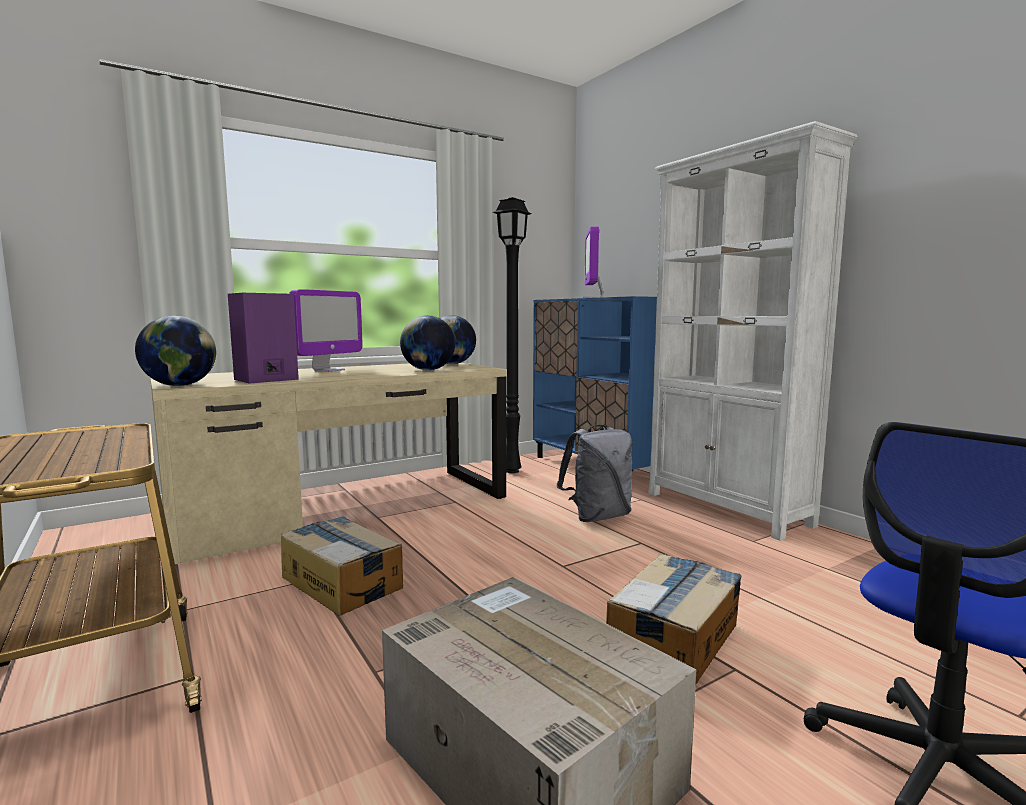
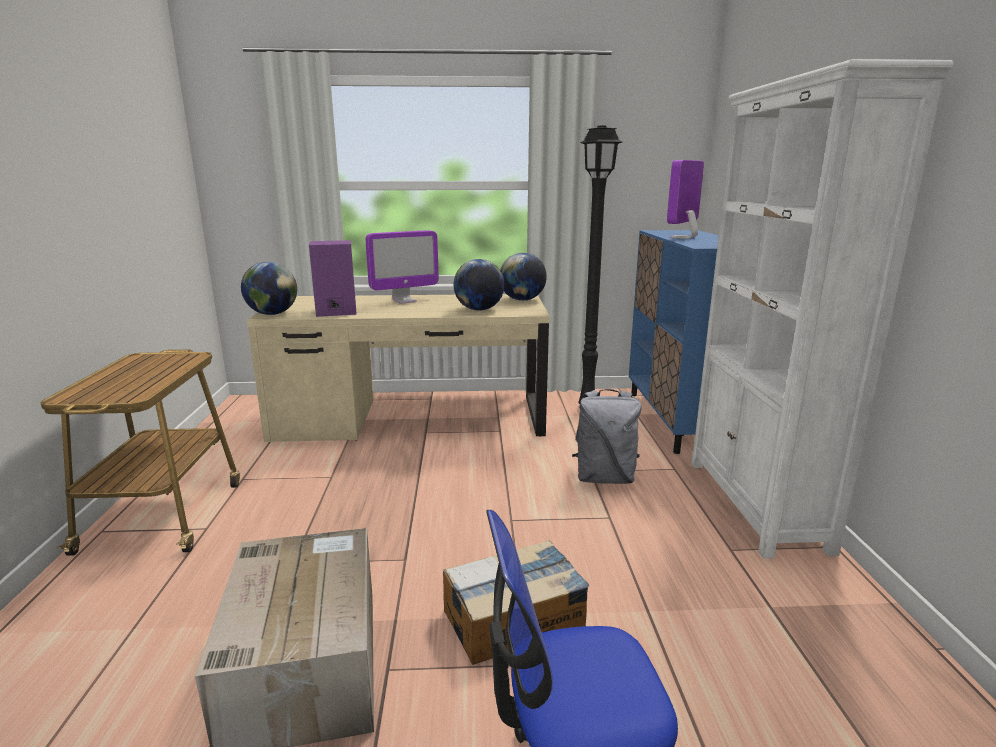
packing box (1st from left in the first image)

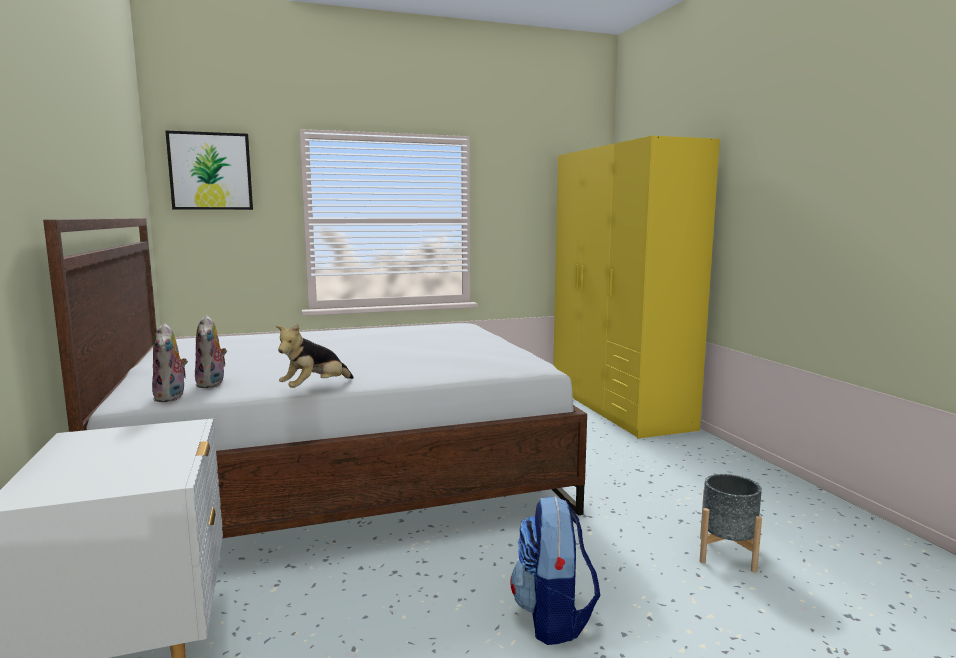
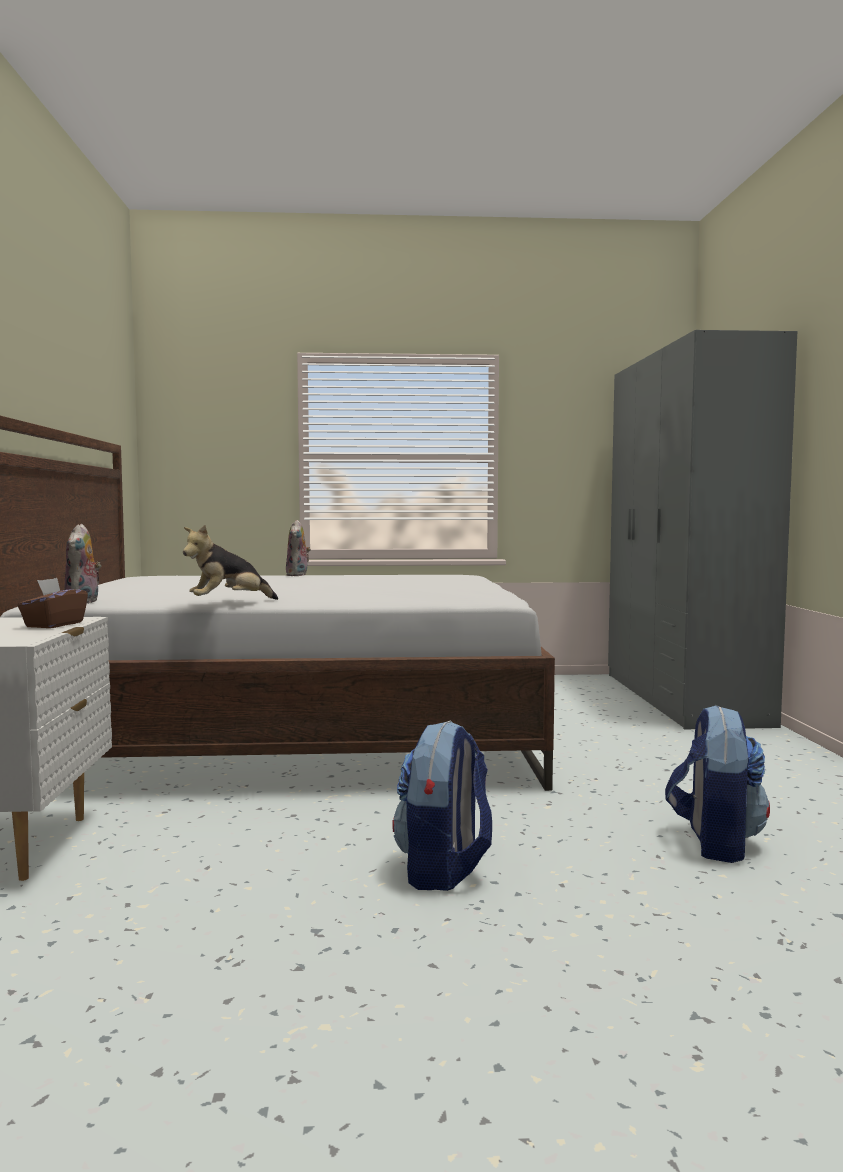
wall picture; clothes cupboard/greyish; soft toy (3rd from left); backpack (2nd from left); box of tissues/brown

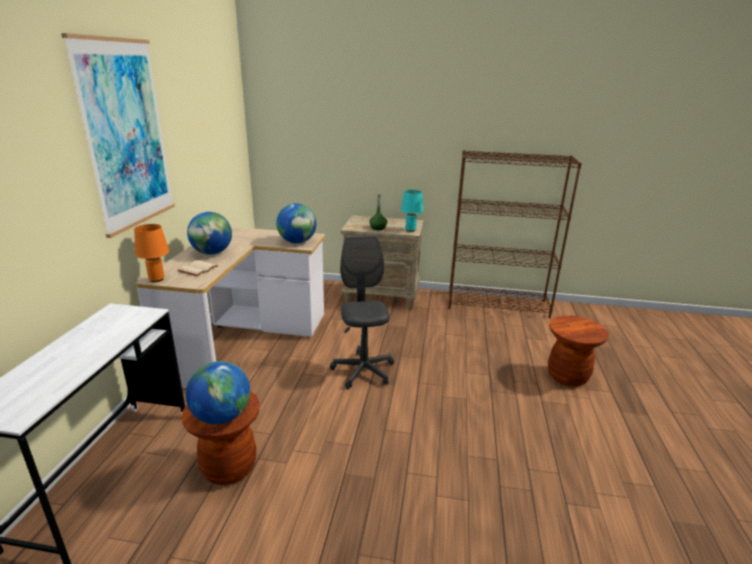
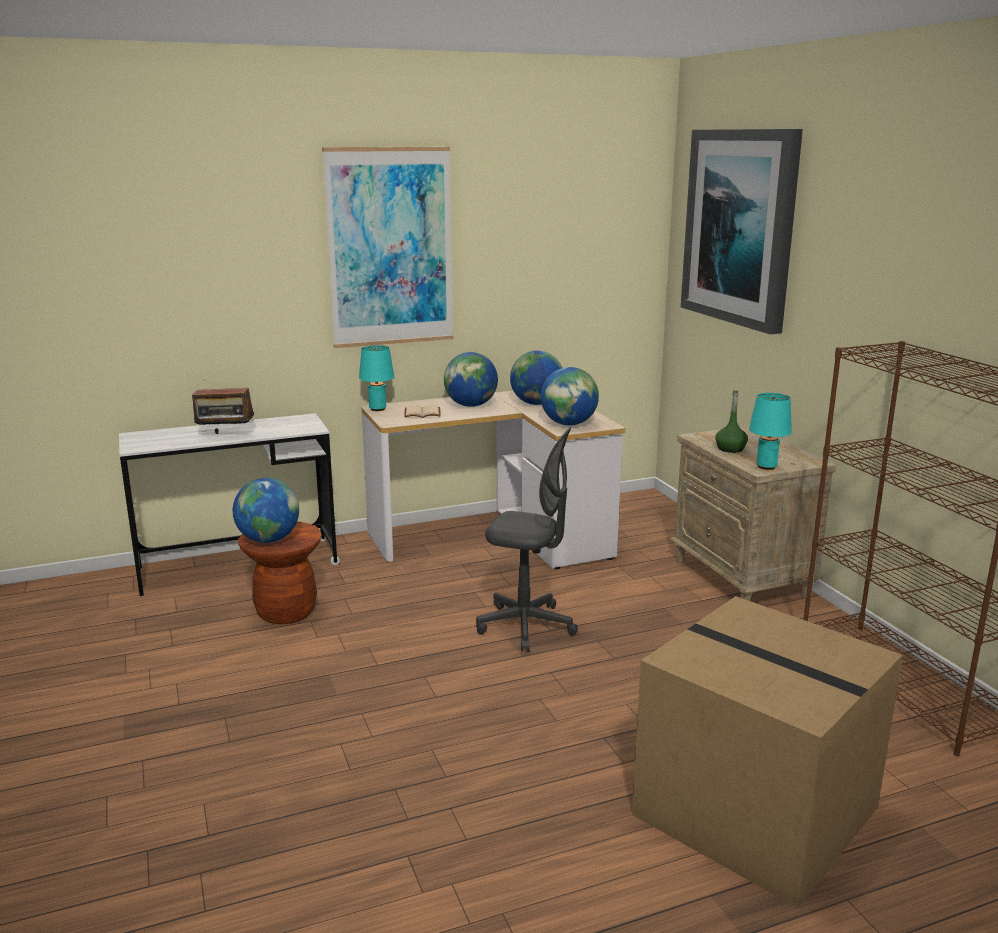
lamp for a table/blue-green (1st from left); computer chair/greyish; packing box; wall picture (2nd from left); desk globe (3rd from left); radio receiver

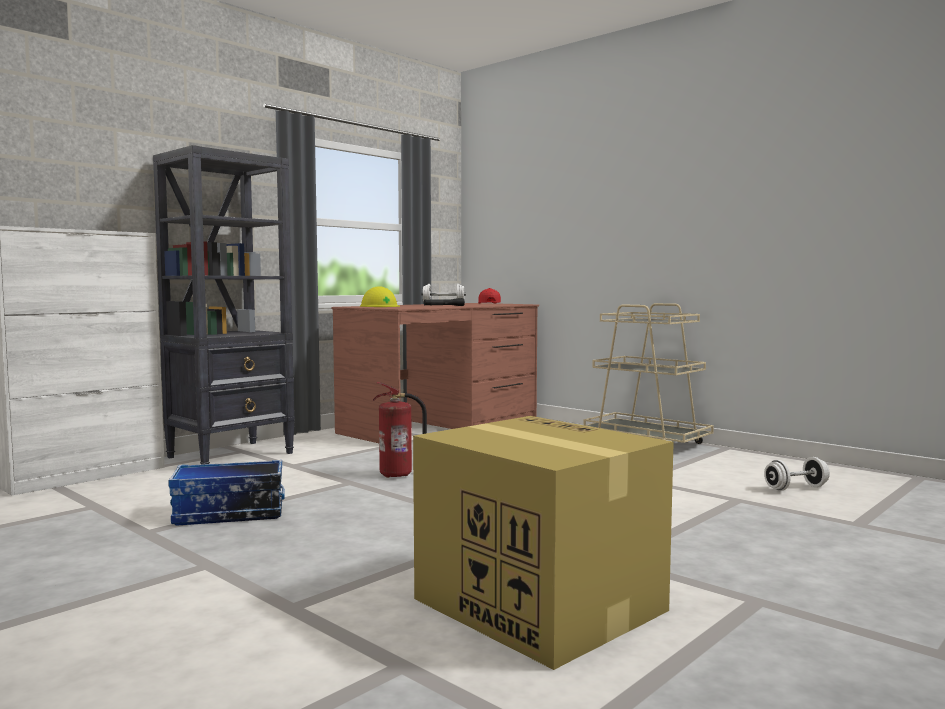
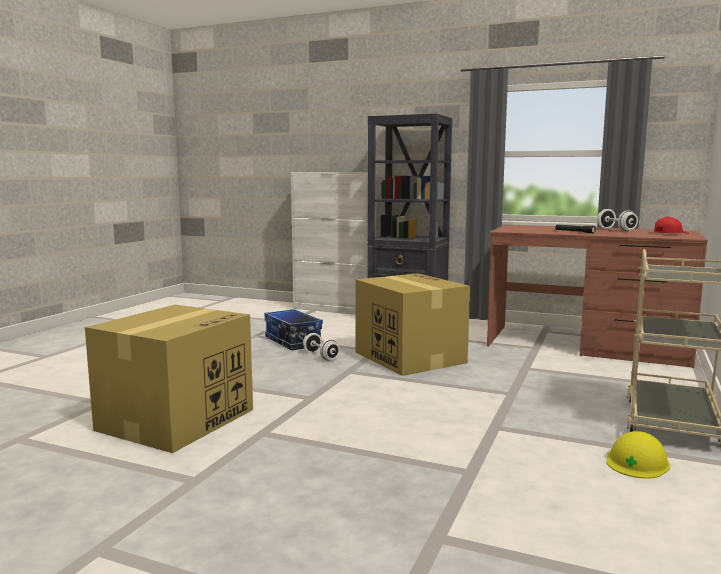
work helmet/yellow-coloured; packing box (2nd from left); dumbbell/white (1st from left)

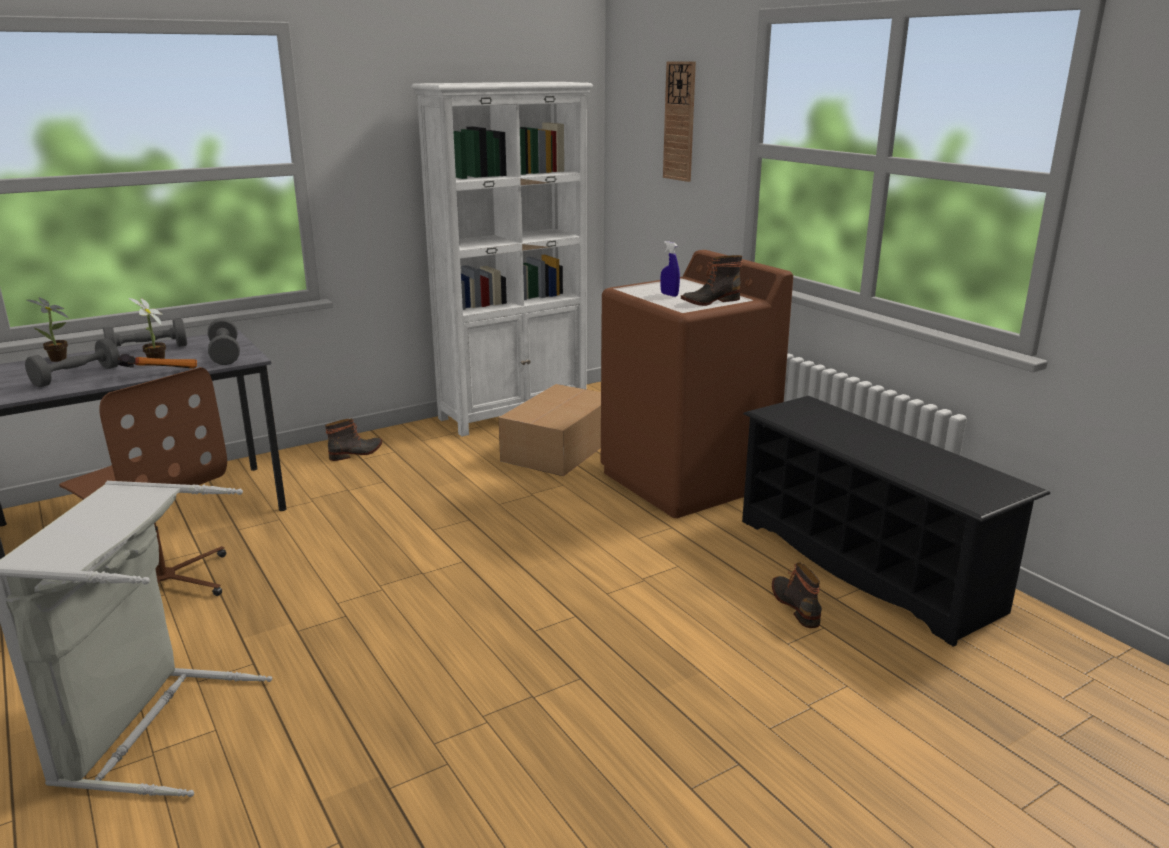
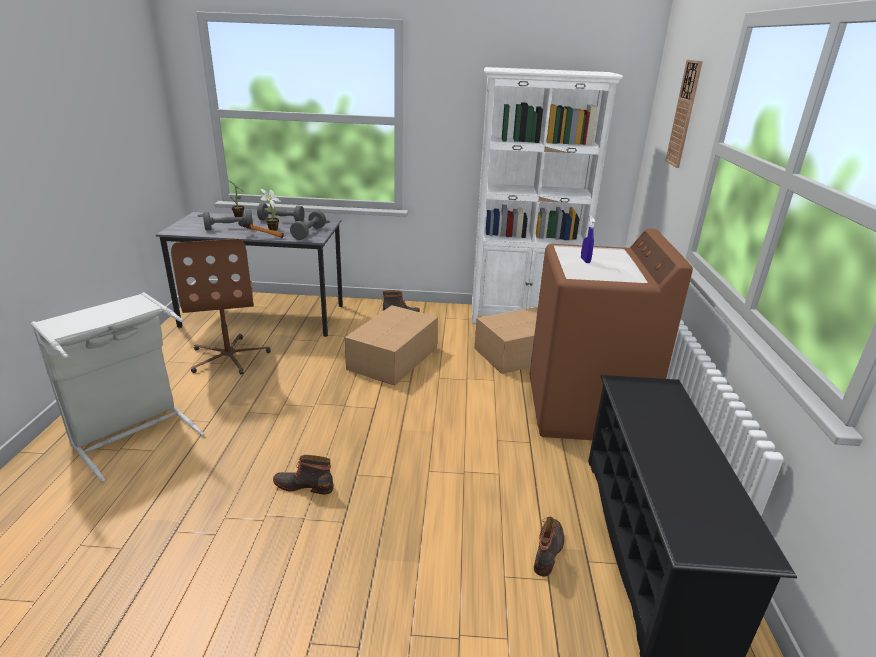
tall boot (1st from left); packing box (1st from left)

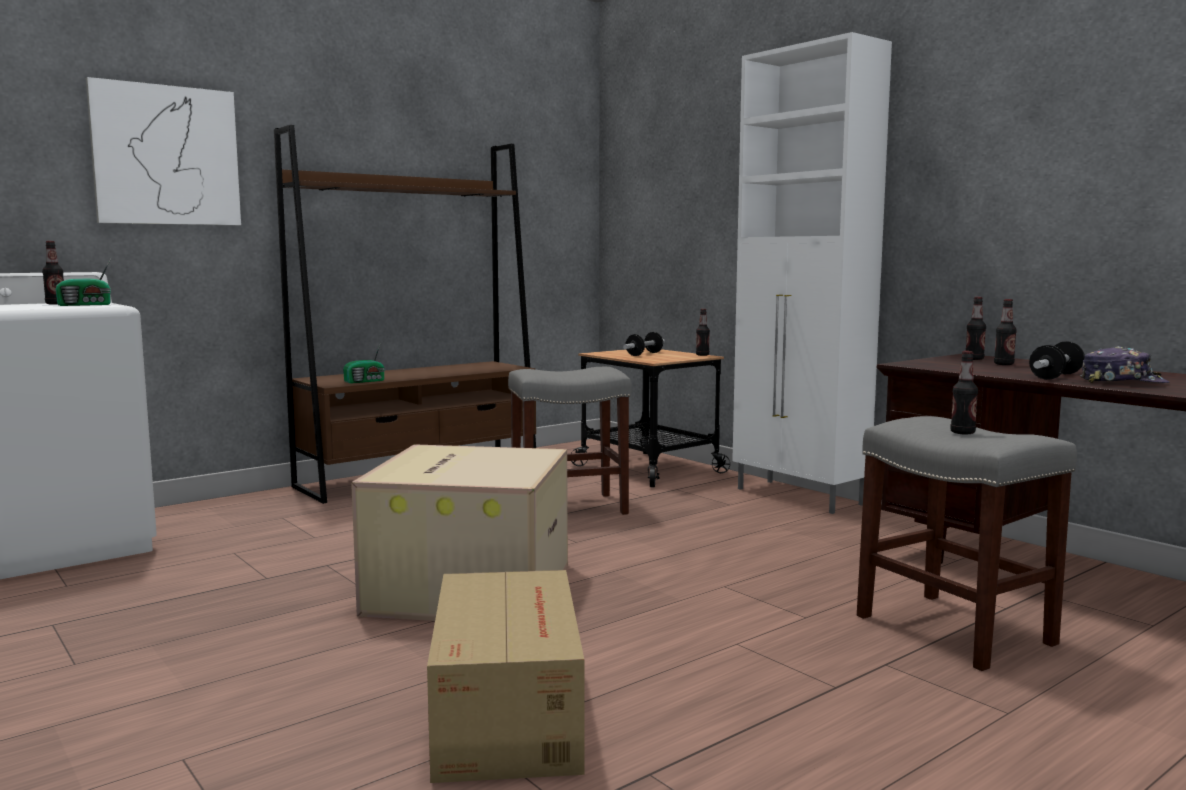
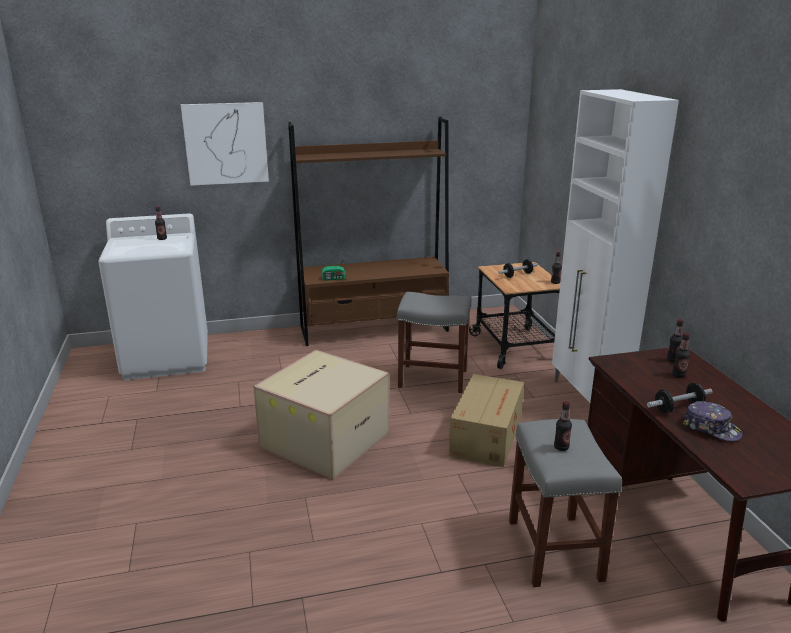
radio receiver (1st from left in the first image); packing box (2nd from left)

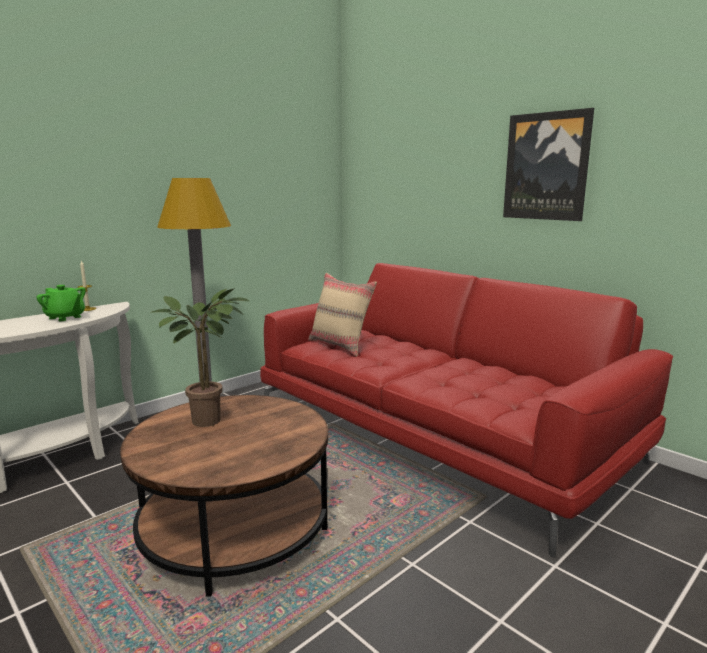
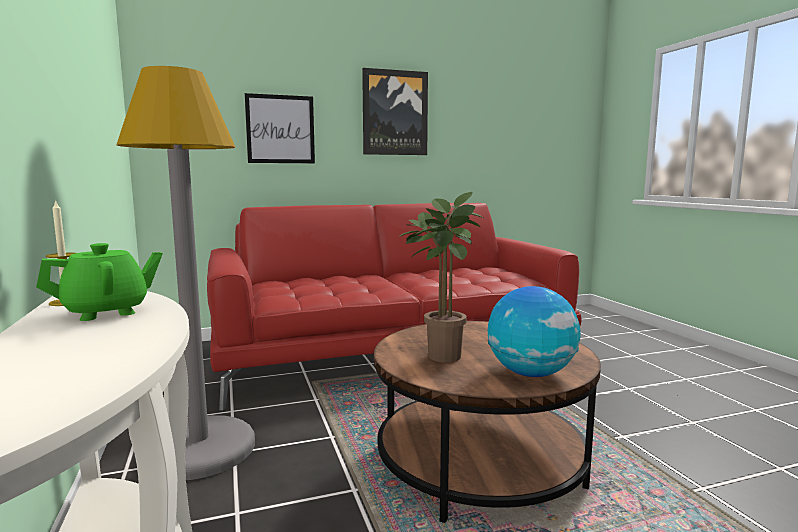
throw pillow/beige; wall picture (1st from left); desk globe

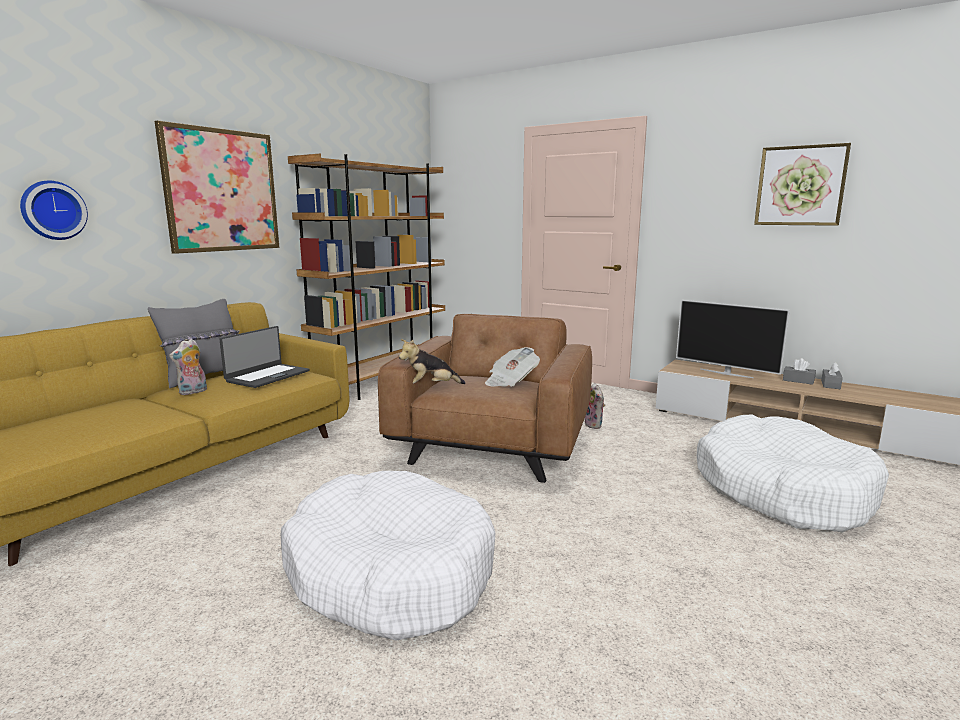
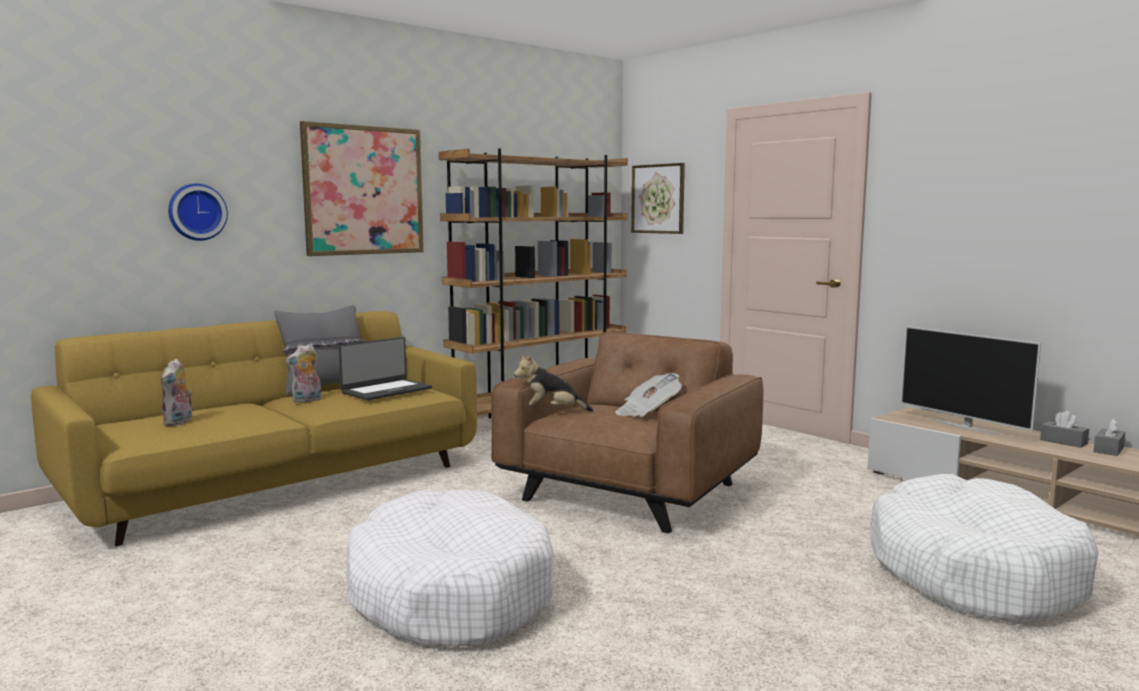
wall picture (2nd from left); soft toy (1st from left)

